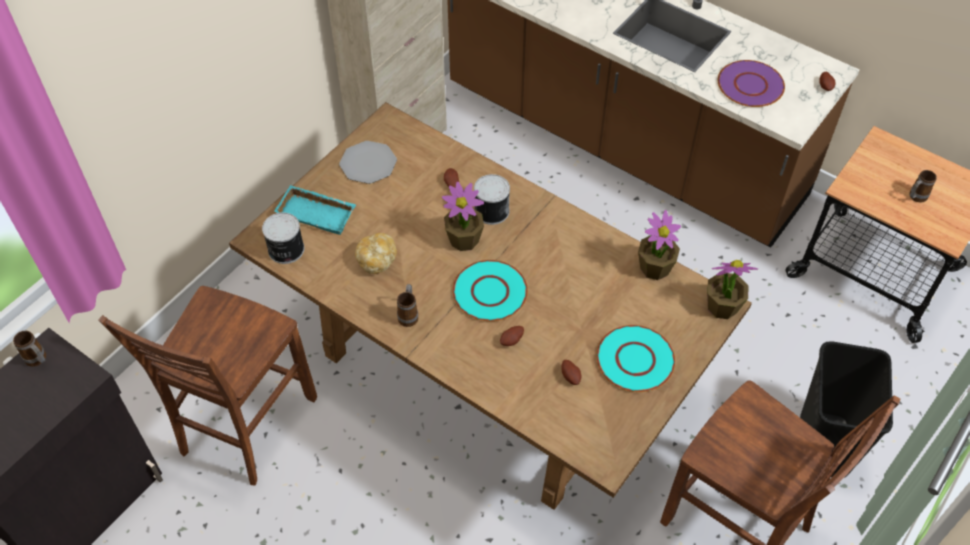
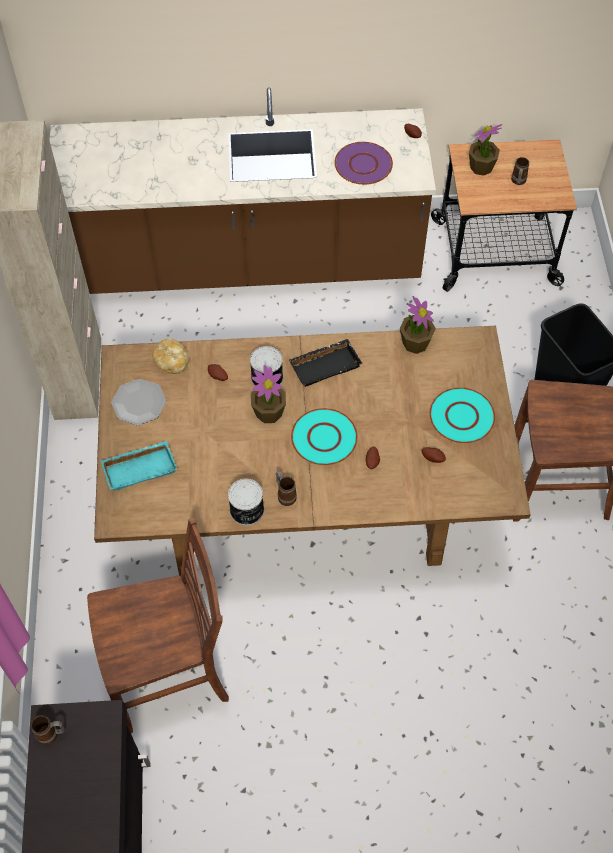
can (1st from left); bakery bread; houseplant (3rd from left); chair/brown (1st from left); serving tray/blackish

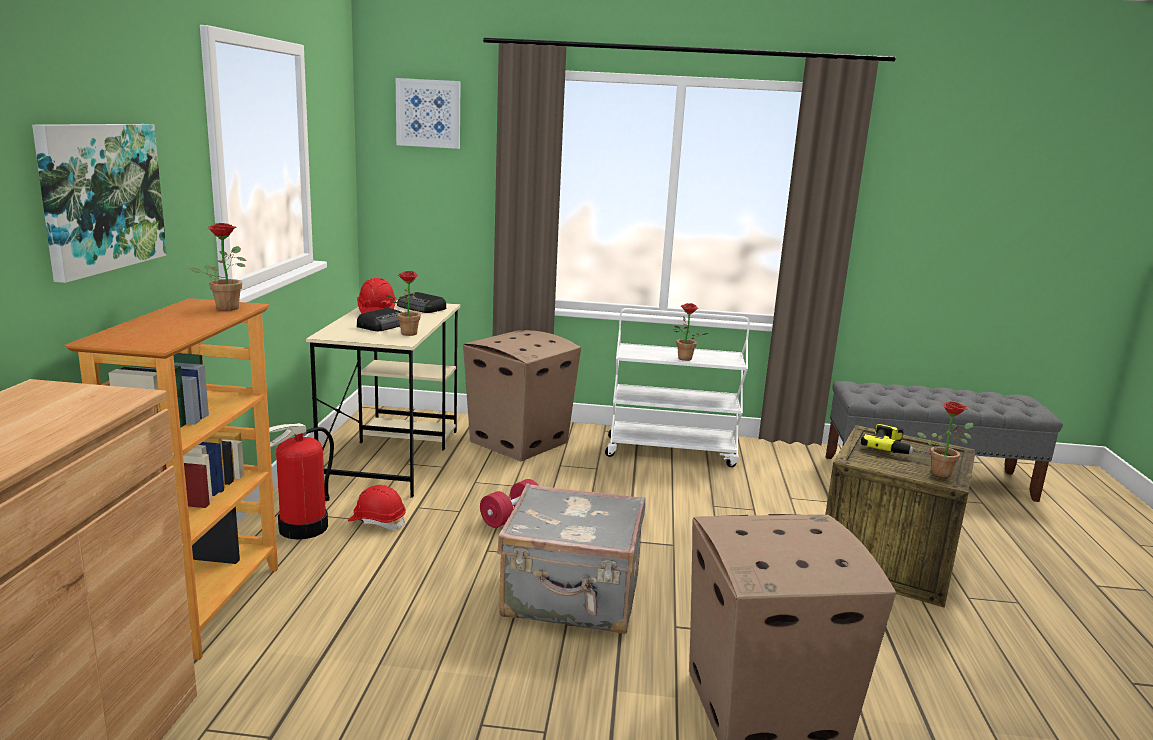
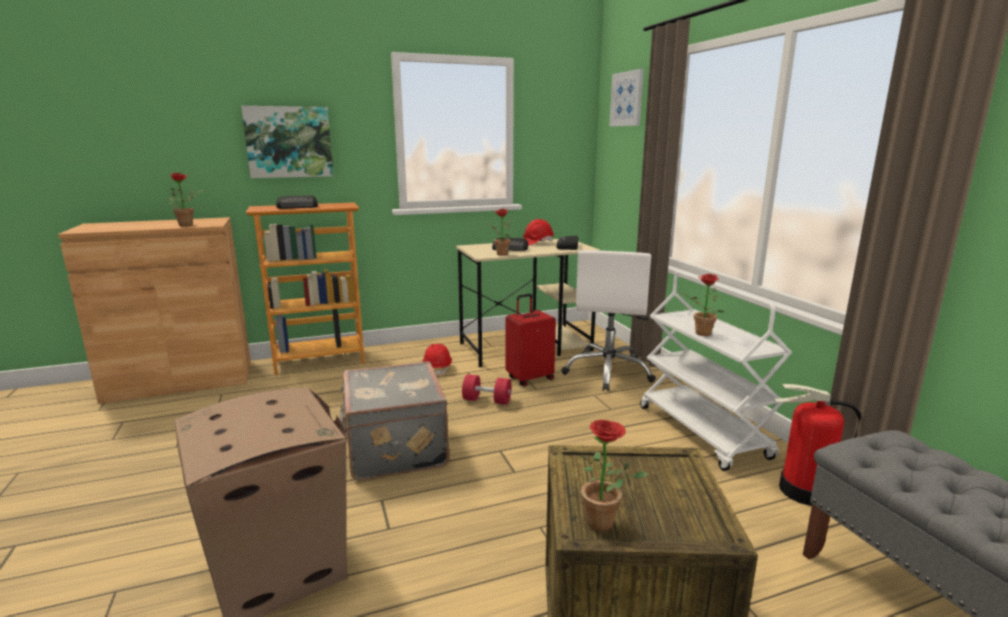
houseplant (1st from left); computer chair/white; fire extinguisher; electric drill; radio receiver (1st from left); travel case/red-coloured

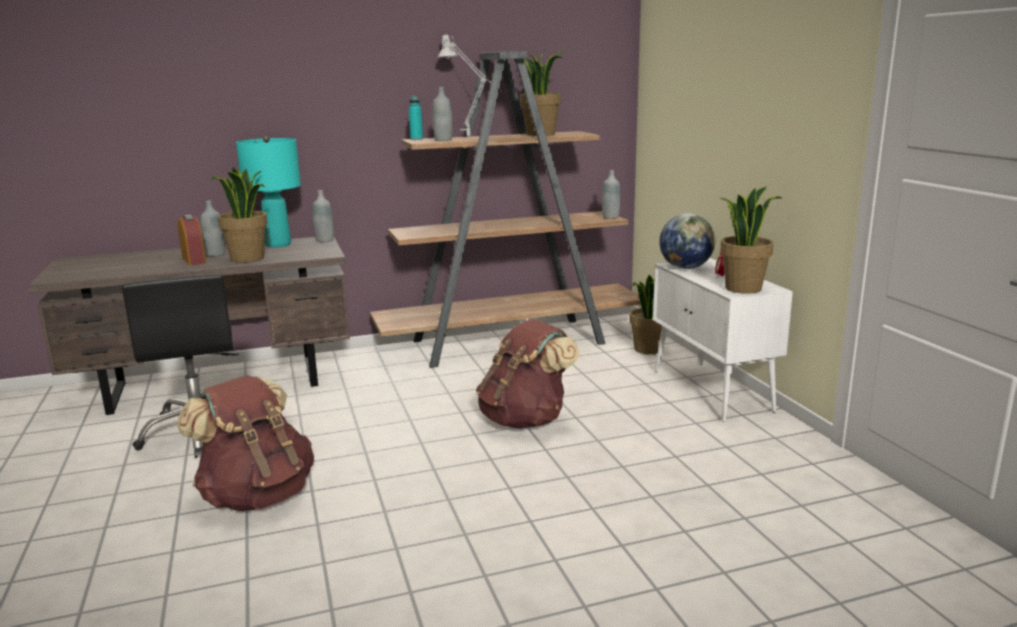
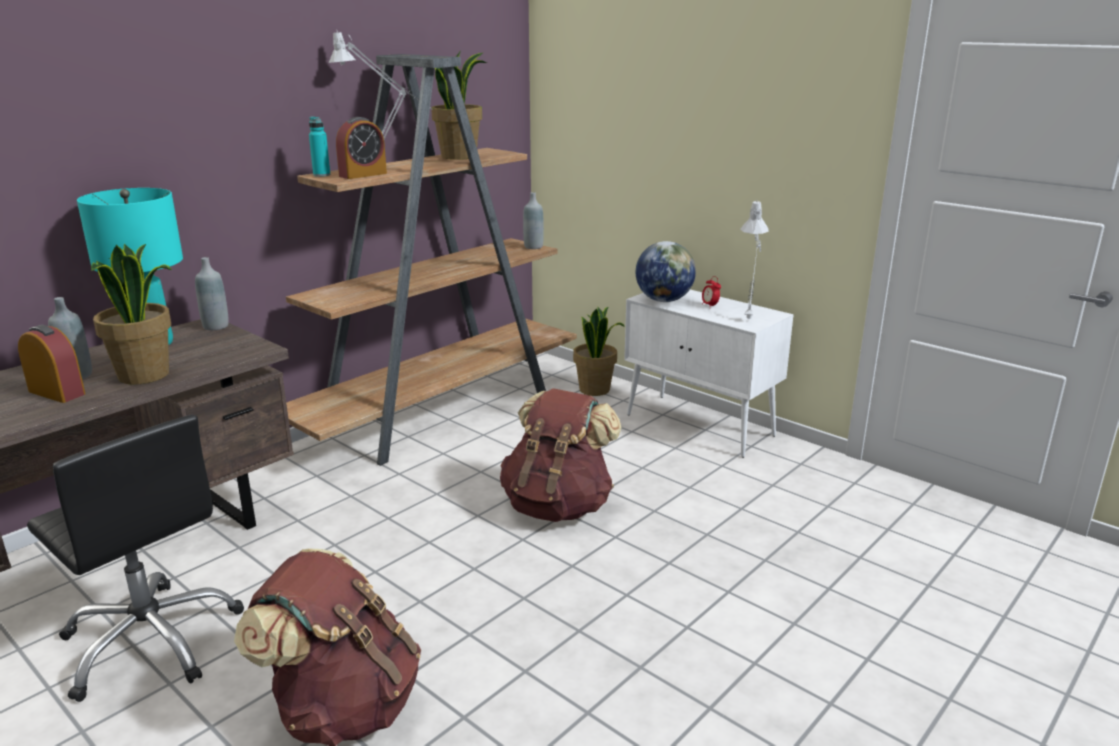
bedside clock (2nd from left); lamp for a table/greyish (2nd from left)

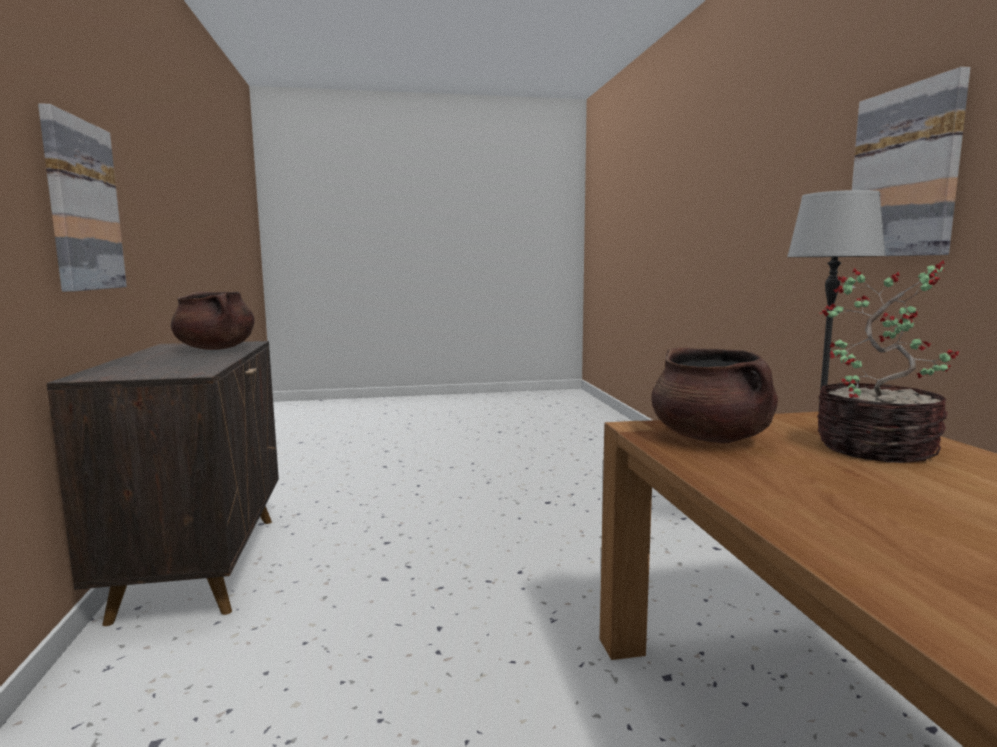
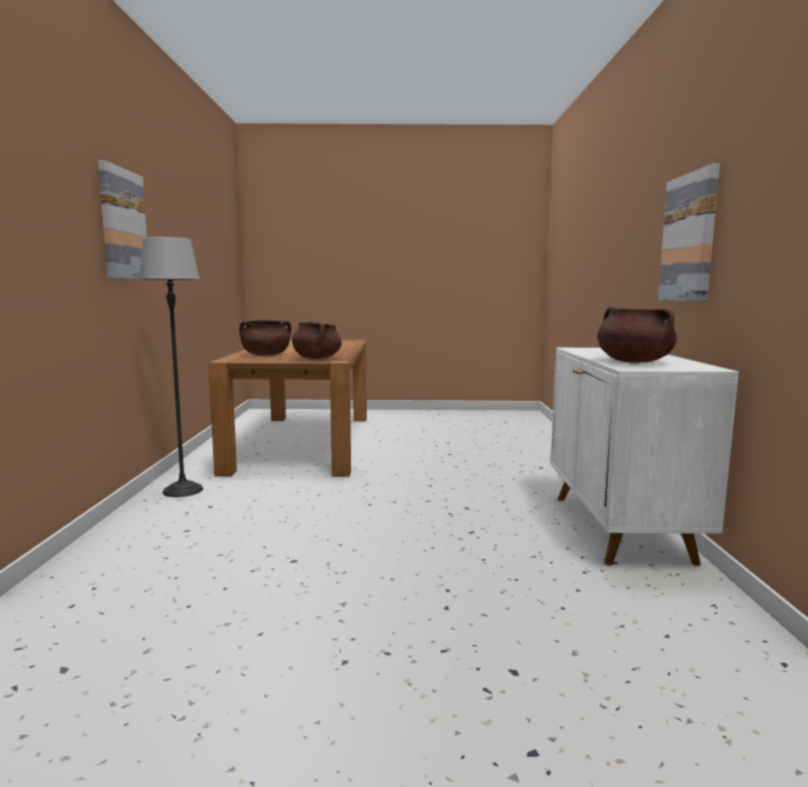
saucepot/brown (1st from left); cabinet/white

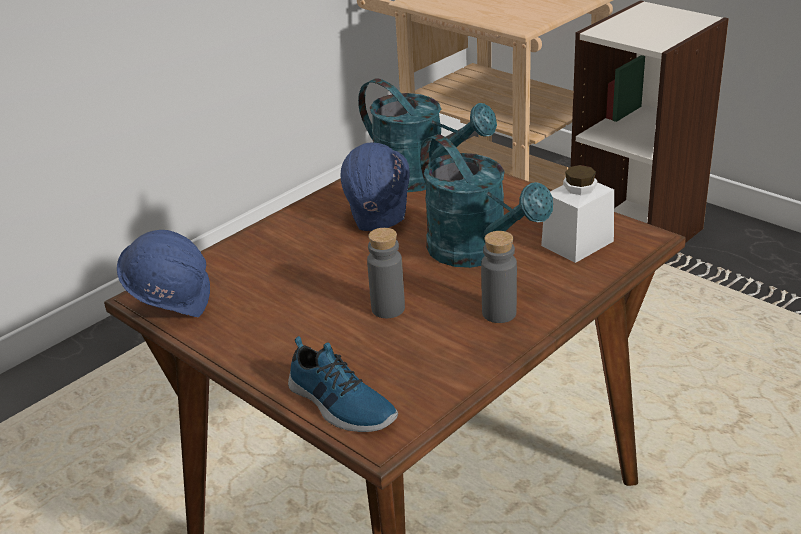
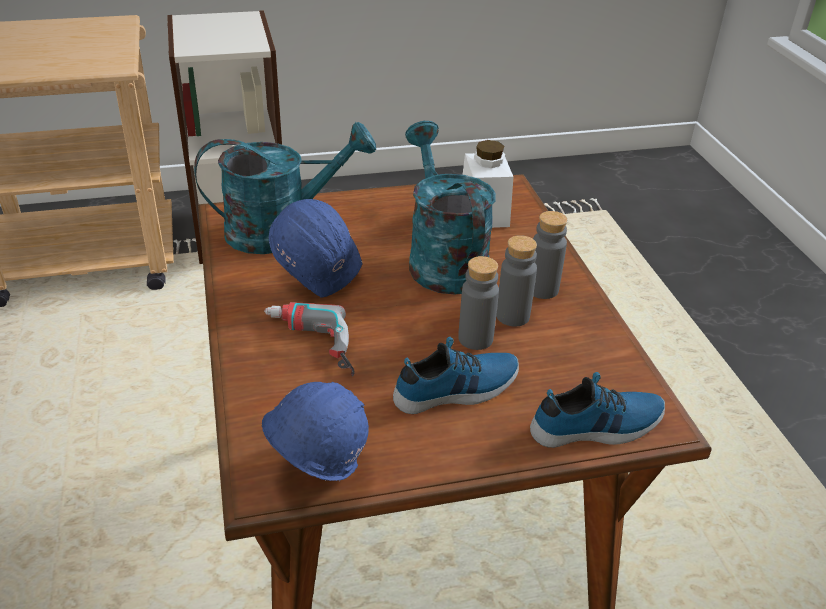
watering pot/blue-green (2nd from left); beverage bottle/greyish (2nd from left); electric drill; item of footwear (1st from left)

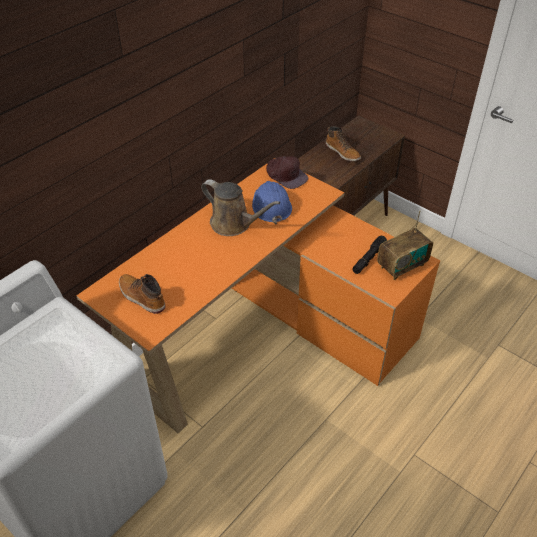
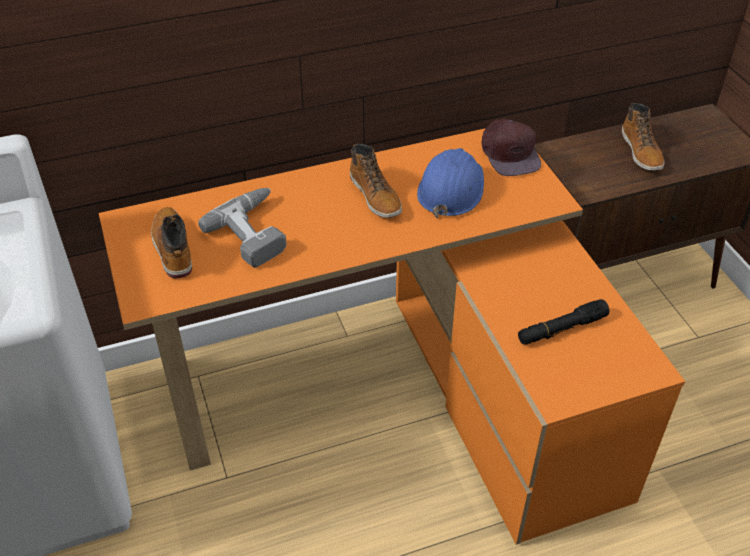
tall boot (2nd from left); radio receiver; electric drill

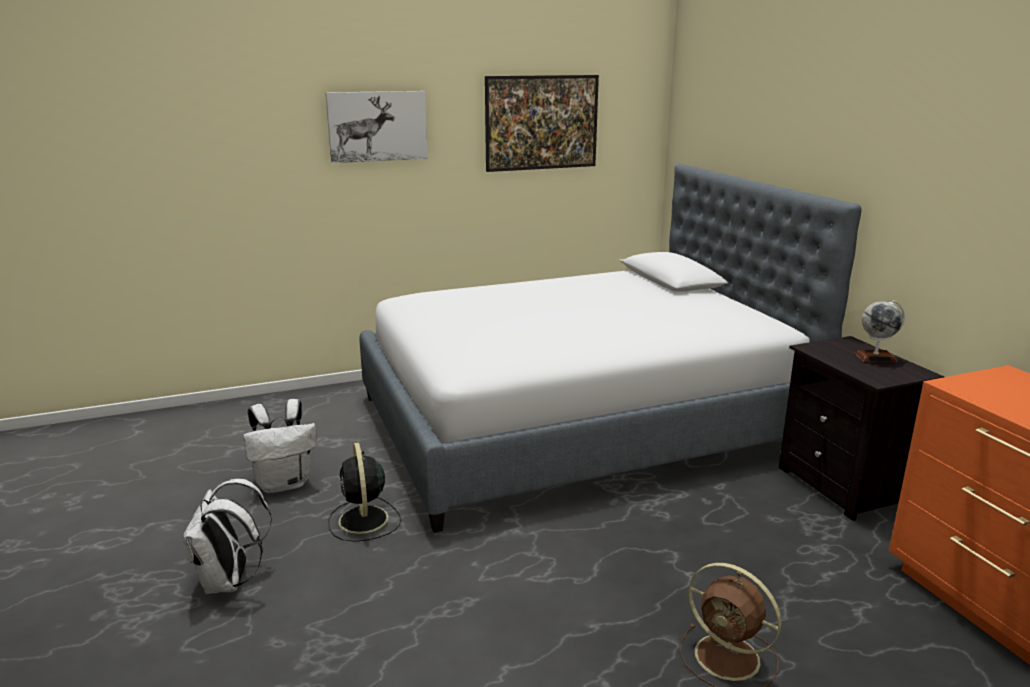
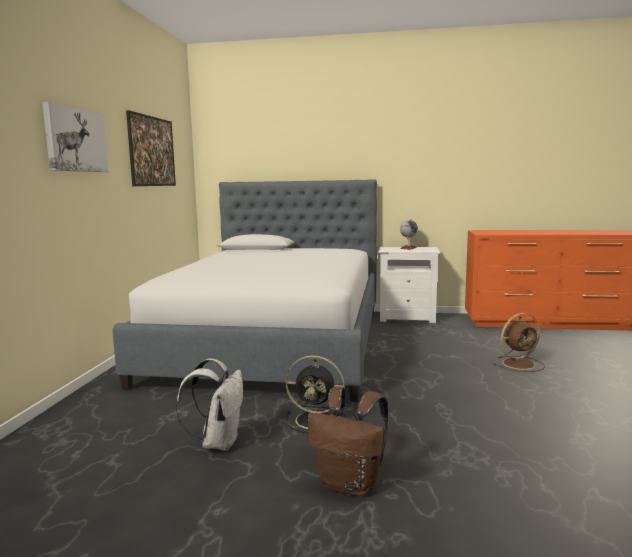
nightstand/white; backpack/brown

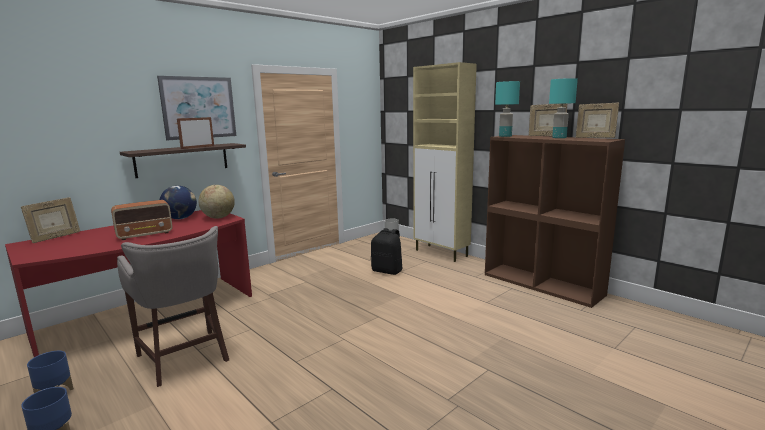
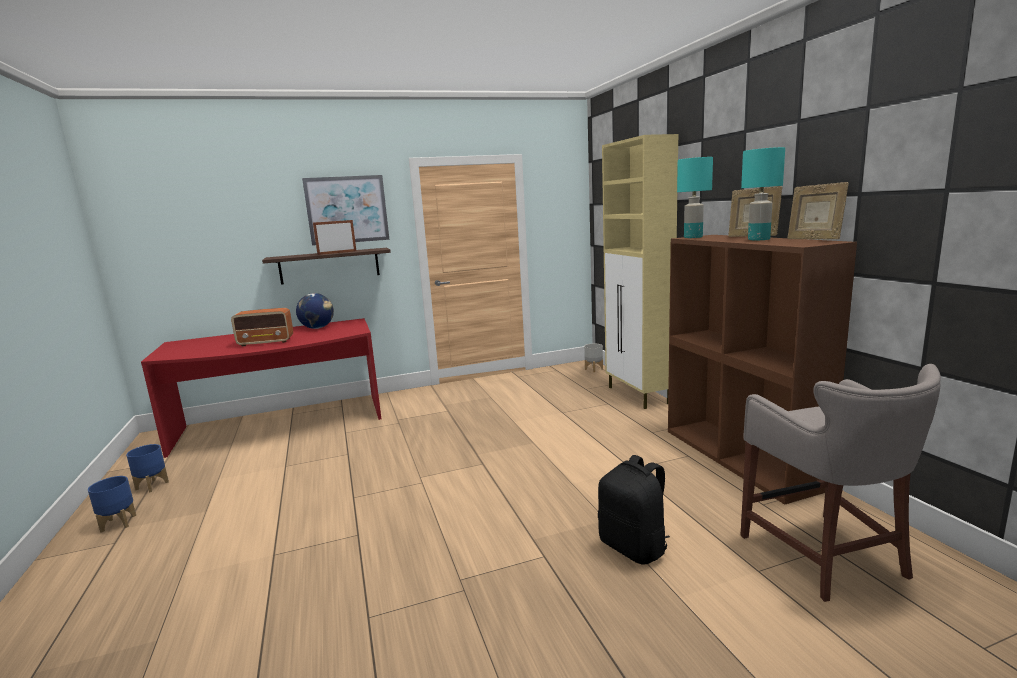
desk globe (2nd from left in the first image); photo frame (1st from left in the first image); stool/greyish; backpack/blackish

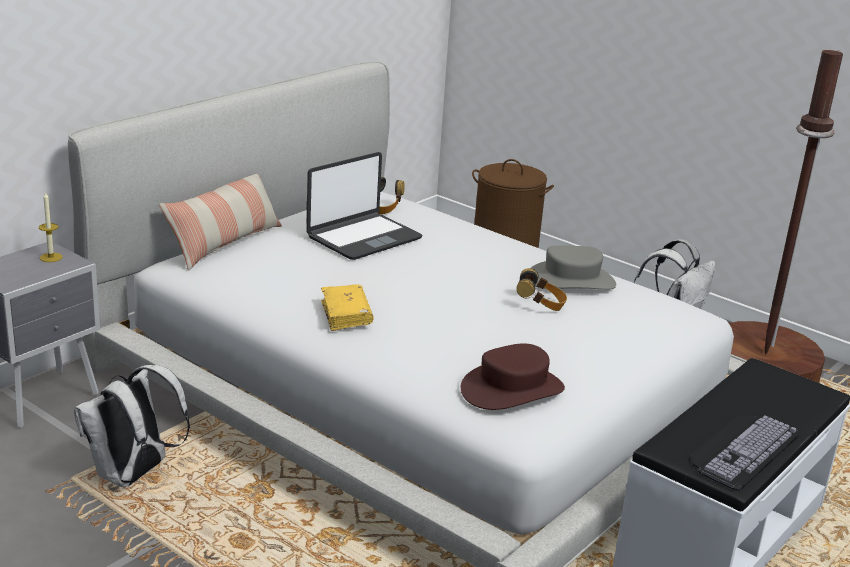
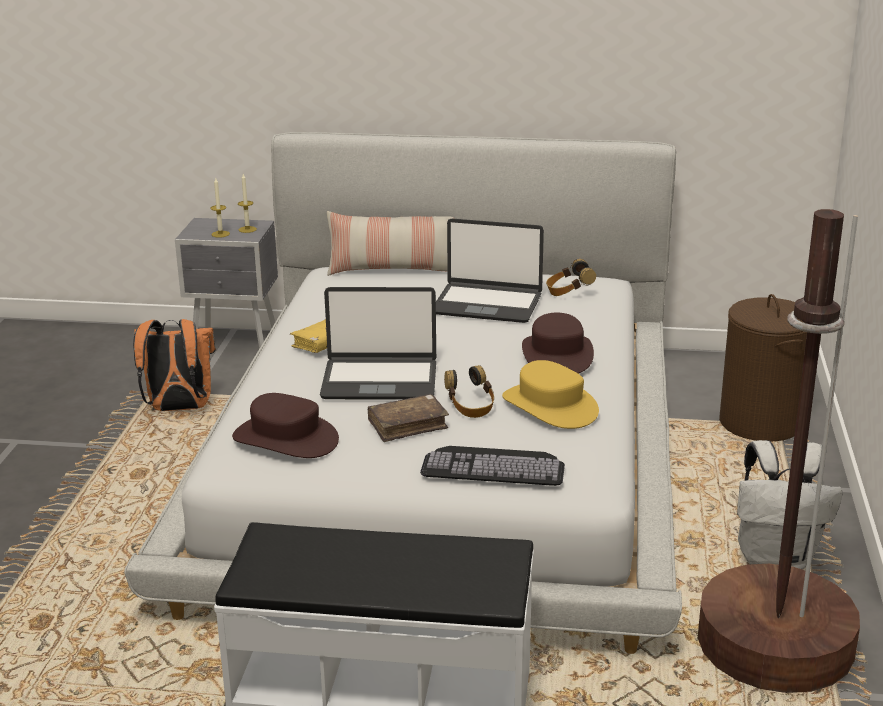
hat/yellow-coloured; backpack/orange; keyboard; wax light (1st from left); notebook computer (1st from left); hat/brown (2nd from left); book/brown

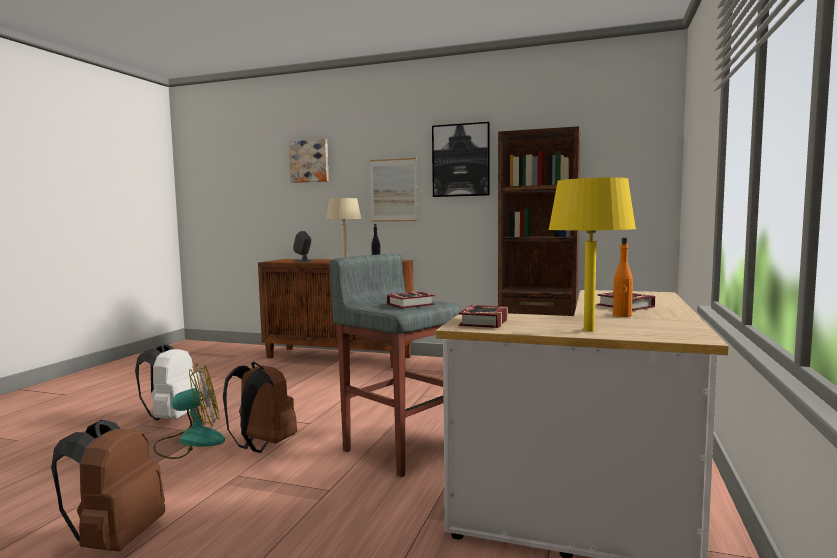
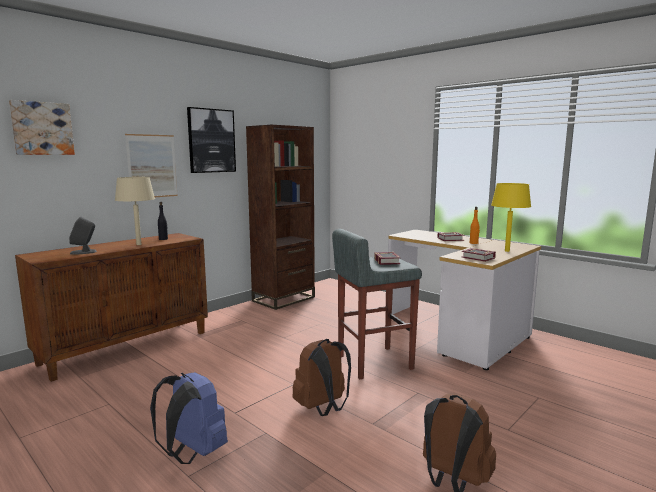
backpack/blue; fan

